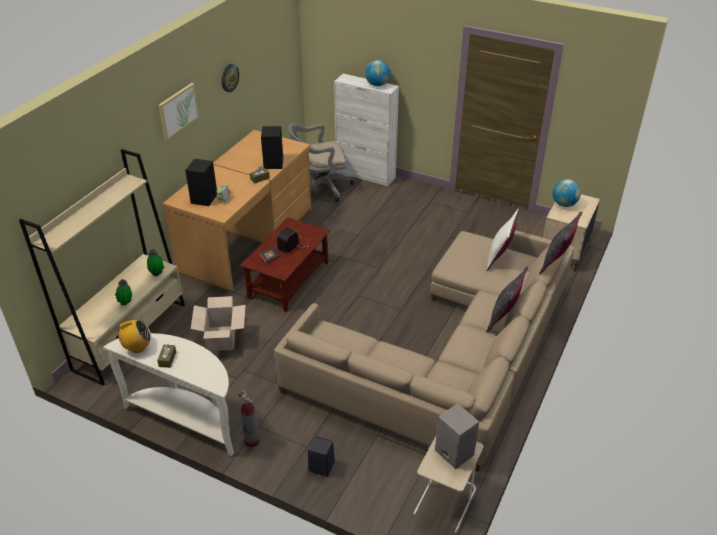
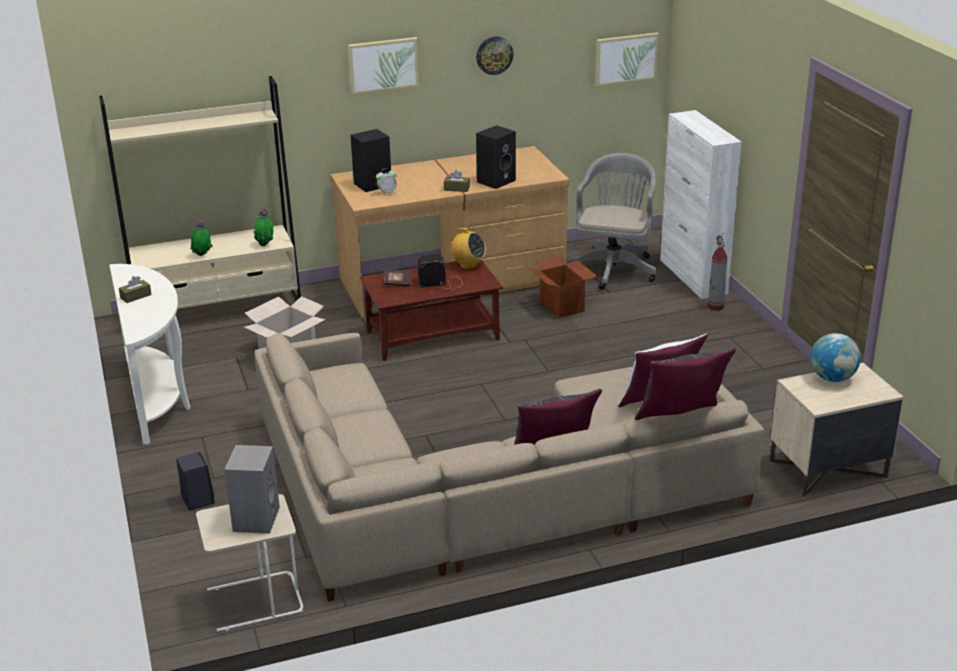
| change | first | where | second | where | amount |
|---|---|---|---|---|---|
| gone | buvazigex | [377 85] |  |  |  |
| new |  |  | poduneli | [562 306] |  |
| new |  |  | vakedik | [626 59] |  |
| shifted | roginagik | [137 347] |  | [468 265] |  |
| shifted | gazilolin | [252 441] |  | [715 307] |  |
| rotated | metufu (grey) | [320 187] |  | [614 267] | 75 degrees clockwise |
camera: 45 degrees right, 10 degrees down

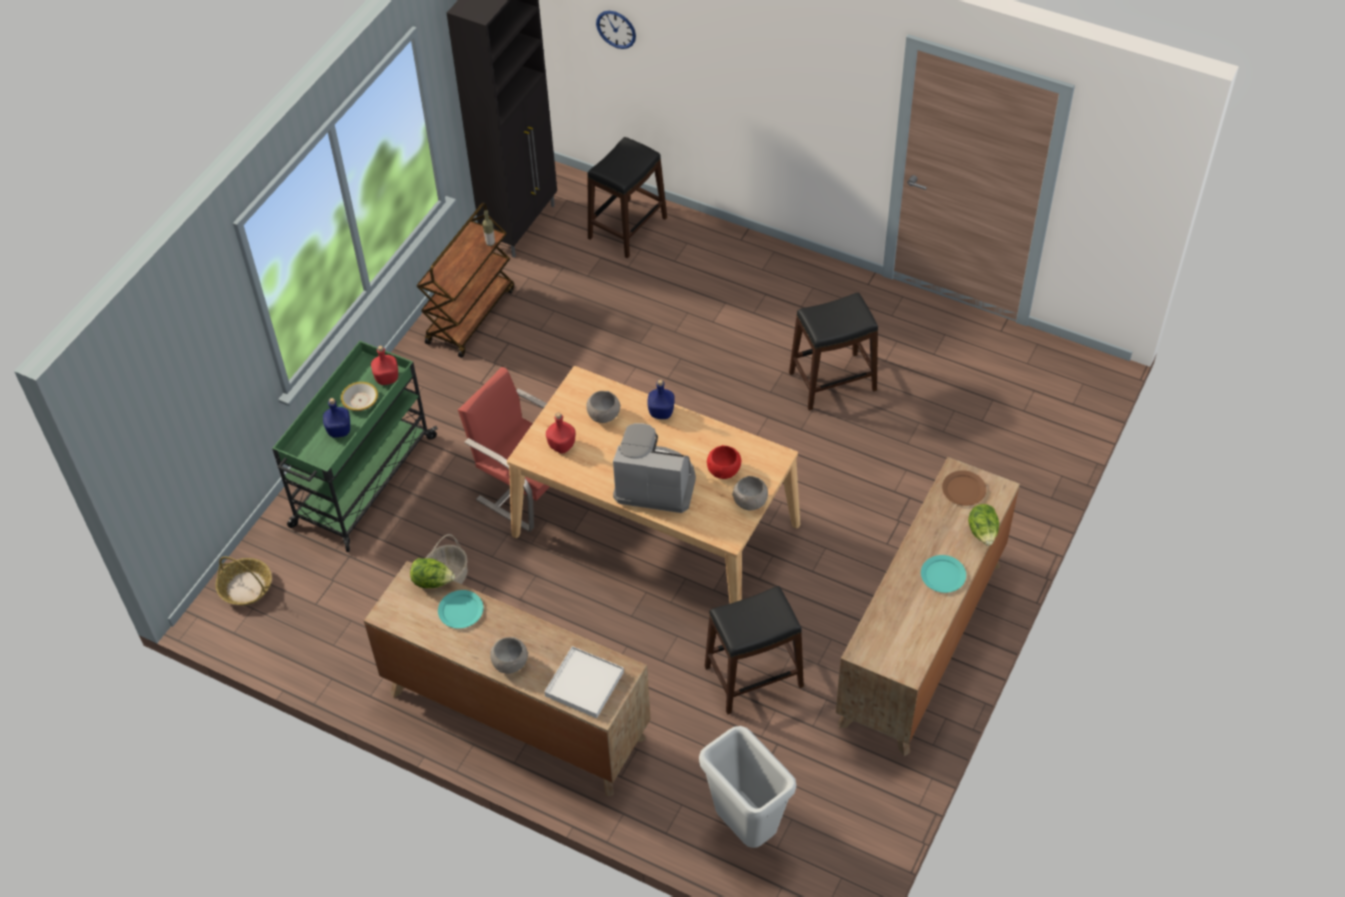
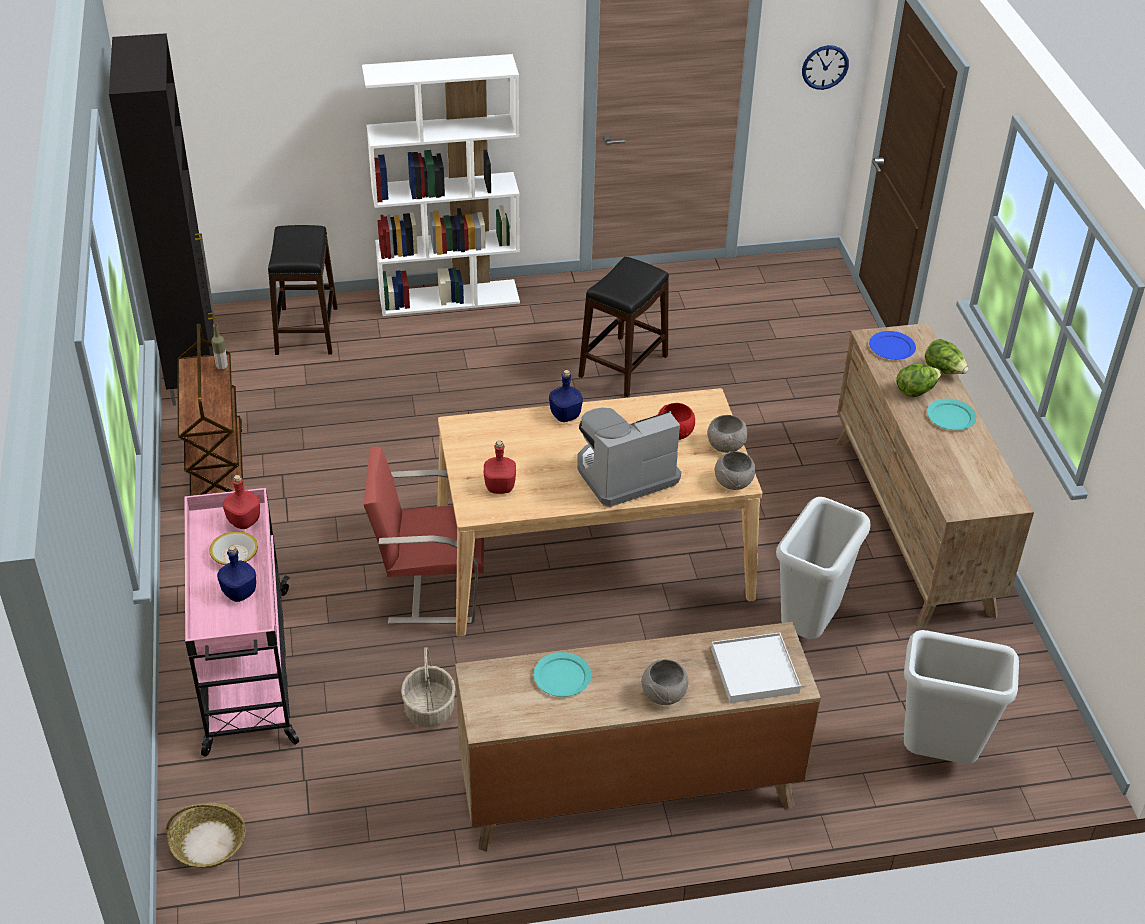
| change | first | where | second | where | amount |
|---|---|---|---|---|---|
| new |  |  | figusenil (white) | [450 297] |  |
| shifted | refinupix | [432 582] |  | [916 391] |  |
| shifted | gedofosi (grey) | [603 415] |  | [733 483] |  |
| shifted | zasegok | [616 29] |  | [825 67] |  |
| swapped | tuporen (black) | [754 677] | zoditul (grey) | [809 629] |  |
| repainted | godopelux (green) | [362 482] | godopelux (pink) | [247 672] |  |
| repainted | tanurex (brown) | [964 489] | tanurex (blue) | [892 347] |  |
camera: 40 degrees left, 10 degrees down

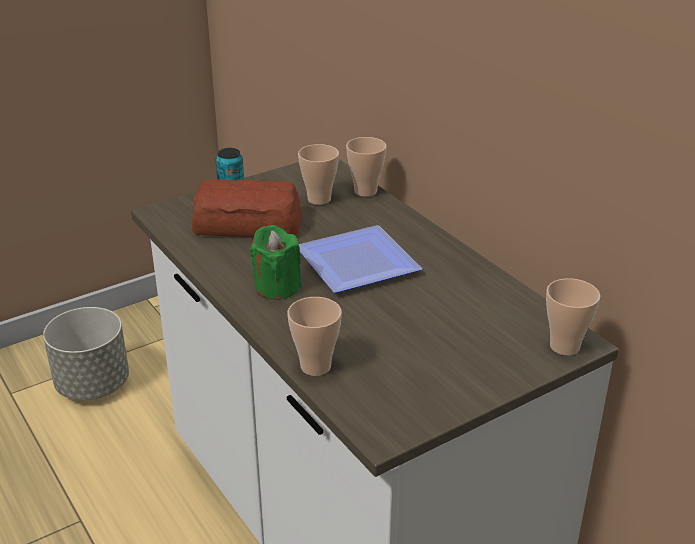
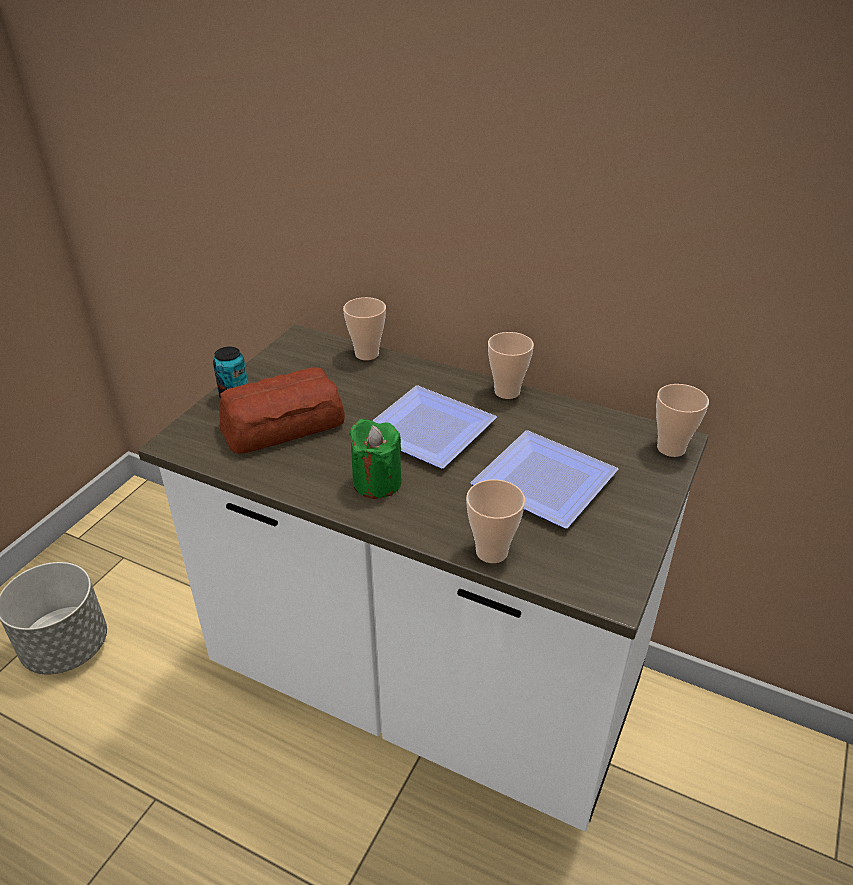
| change | first | where | second | where | amount |
|---|---|---|---|---|---|
| new |  |  | tanurex | [545 486] |  |
| shifted | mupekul | [319 199] |  | [507 392] |  |
camera: 30 degrees left, 5 degrees up

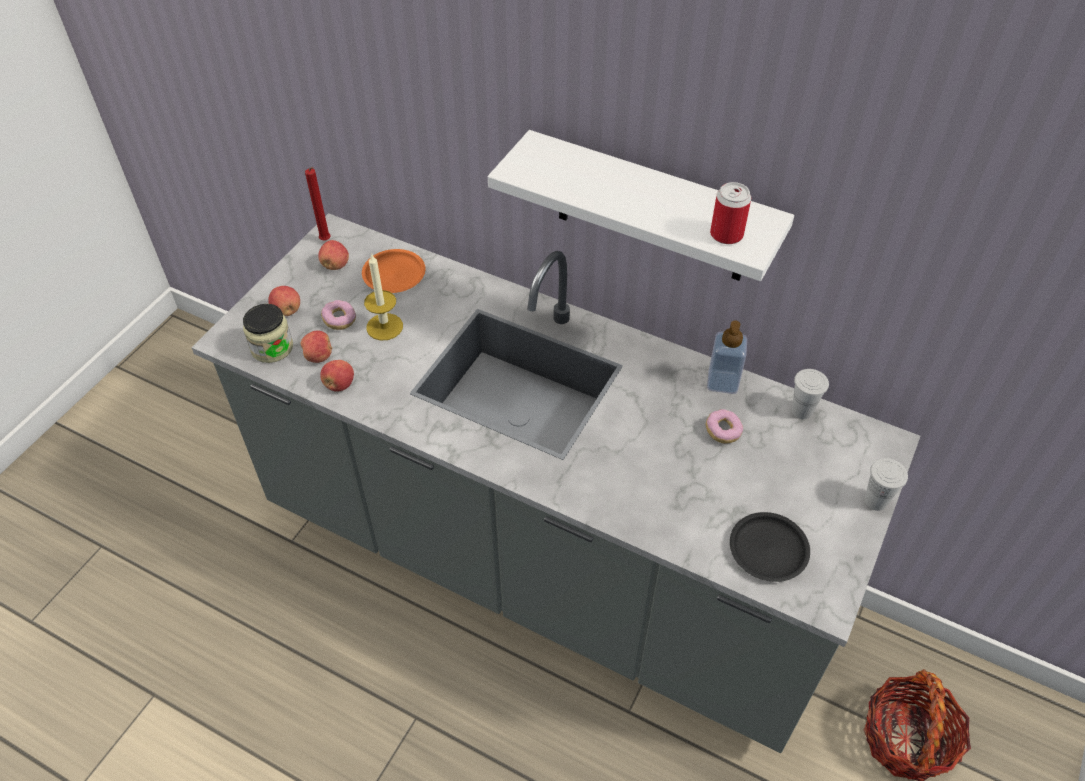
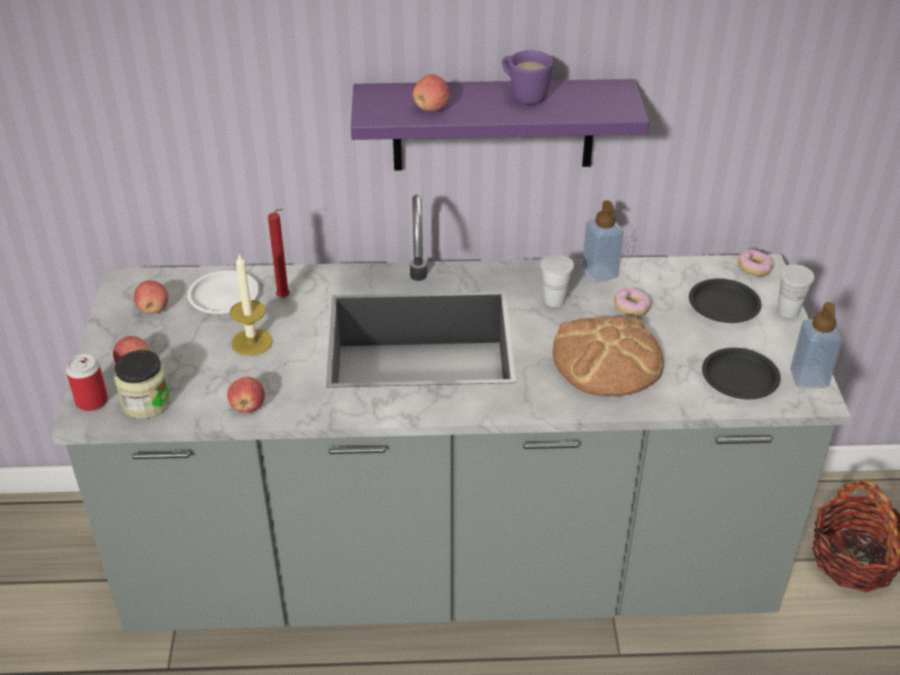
| change | first | where | second | where | amount |
|---|---|---|---|---|---|
| new |  |  | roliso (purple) | [523 95] |  |
| new |  |  | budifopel | [606 359] |  |
| new |  |  | tanurex (black) | [723 305] |  |
| new |  |  | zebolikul | [809 378] |  |
| shifted | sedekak | [319 356] |  | [431 108] |  |
| shifted | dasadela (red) | [326 241] |  | [285 298] |  |
| shifted | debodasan | [339 320] |  | [754 269] |  |
| shifted | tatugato | [726 234] |  | [92 401] |  |
| shifted | mupekul (white) | [802 411] |  | [554 300] |  |
| repainted | tanurex (orange) | [394 274] | tanurex (white) | [223 296] |  |
| repainted | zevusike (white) | [651 209] | zevusike (purple) | [493 125] |  |
camera: 30 degrees left, 10 degrees down

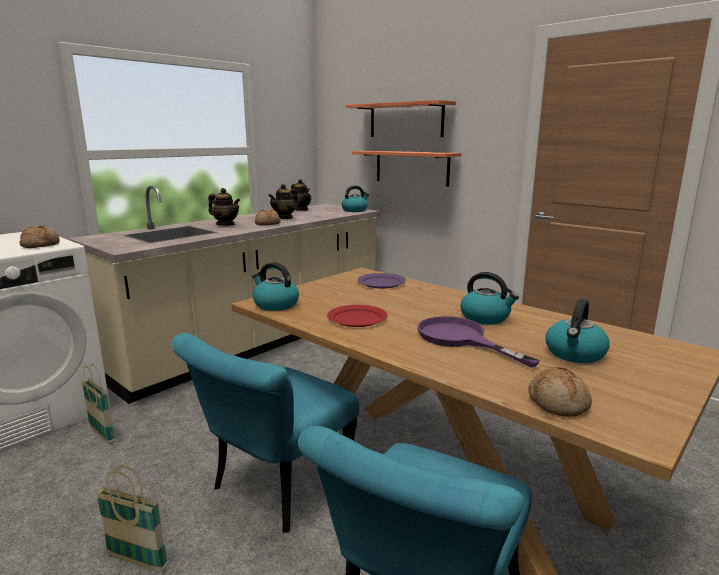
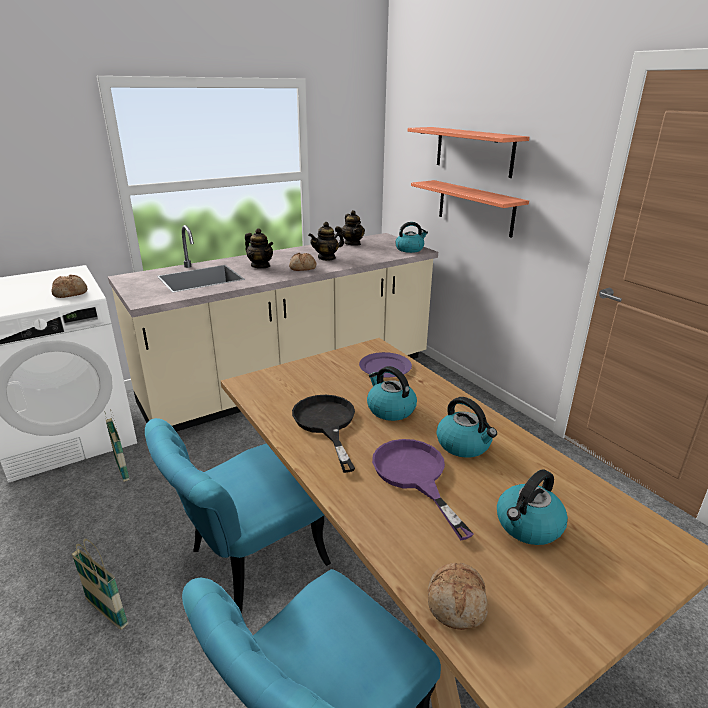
| change | first | where | second | where | amount |
|---|---|---|---|---|---|
| shifted | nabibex | [275 304] |  | [390 409] |  |
| swapped | tanurex (red) | [356 318] | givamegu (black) | [326 424] |  |
camera: 15 degrees right, 10 degrees up

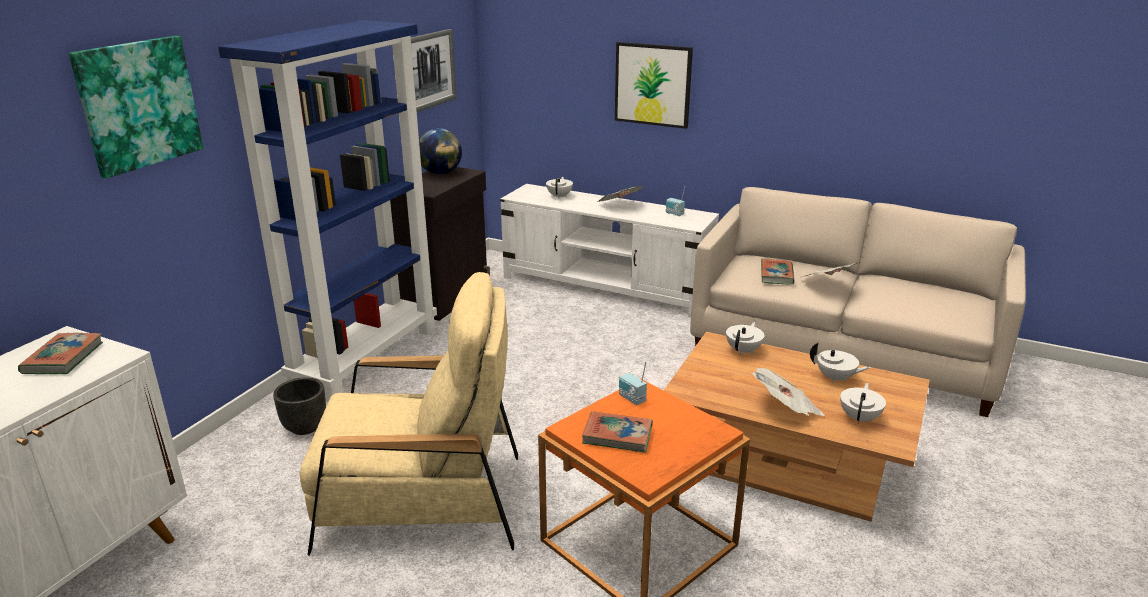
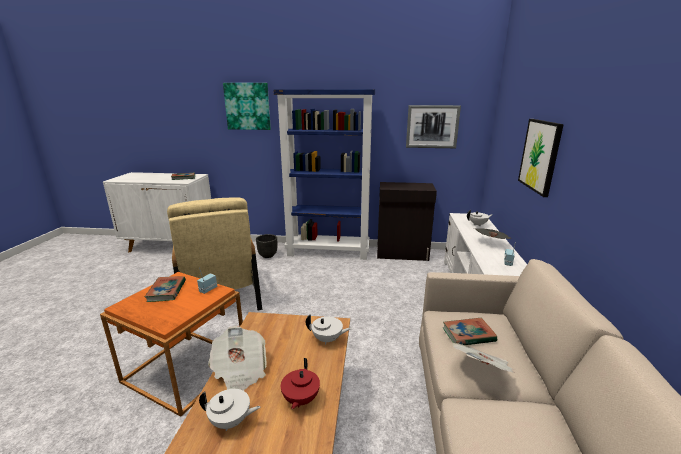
| change | first | where | second | where | amount |
|---|---|---|---|---|---|
| gone | buvazigex | [440 173] |  |  |  |
| repainted | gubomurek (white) | [835 378] | gubomurek (red) | [300 399] |  |
camera: 70 degrees right, 5 degrees down

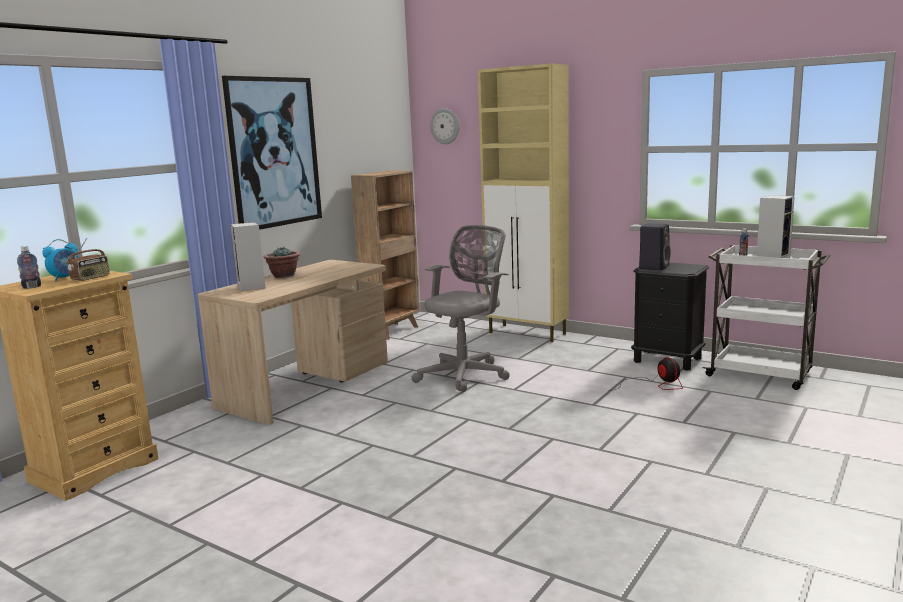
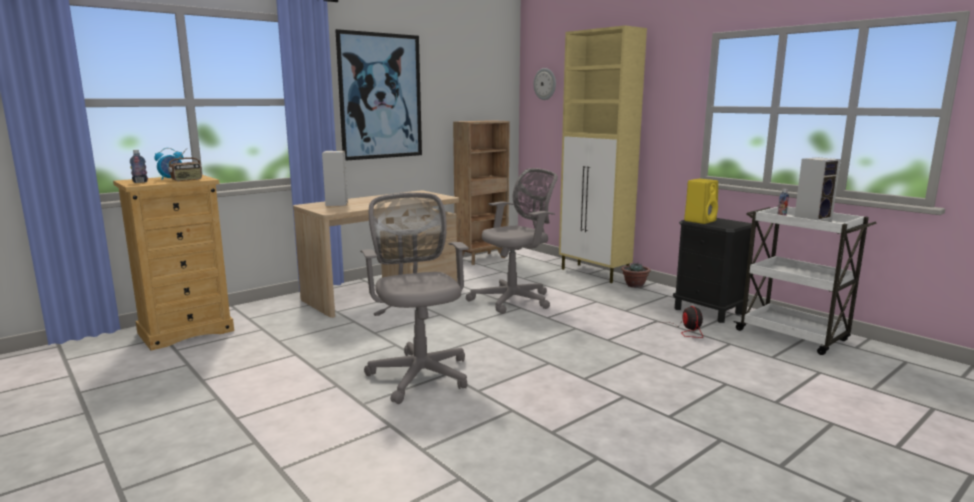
| change | first | where | second | where | amount |
|---|---|---|---|---|---|
| new |  |  | metufu (grey) | [419 373] |  |
| shifted | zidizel | [283 276] |  | [634 285] |  |
| repainted | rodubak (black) | [654 267] | rodubak (yellow) | [700 221] |  |
camera: 15 degrees right, 0 degrees up

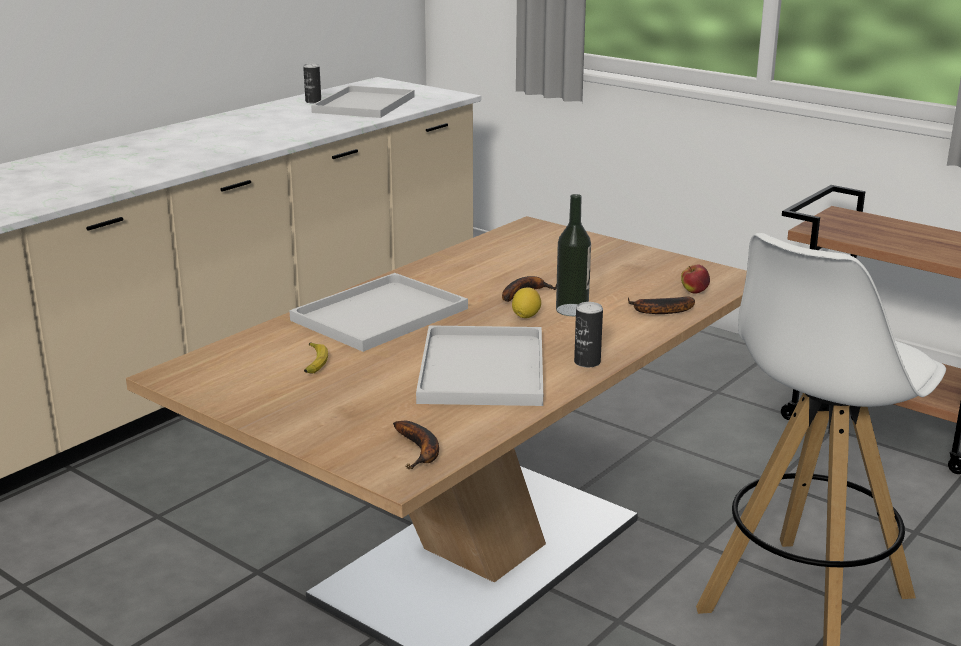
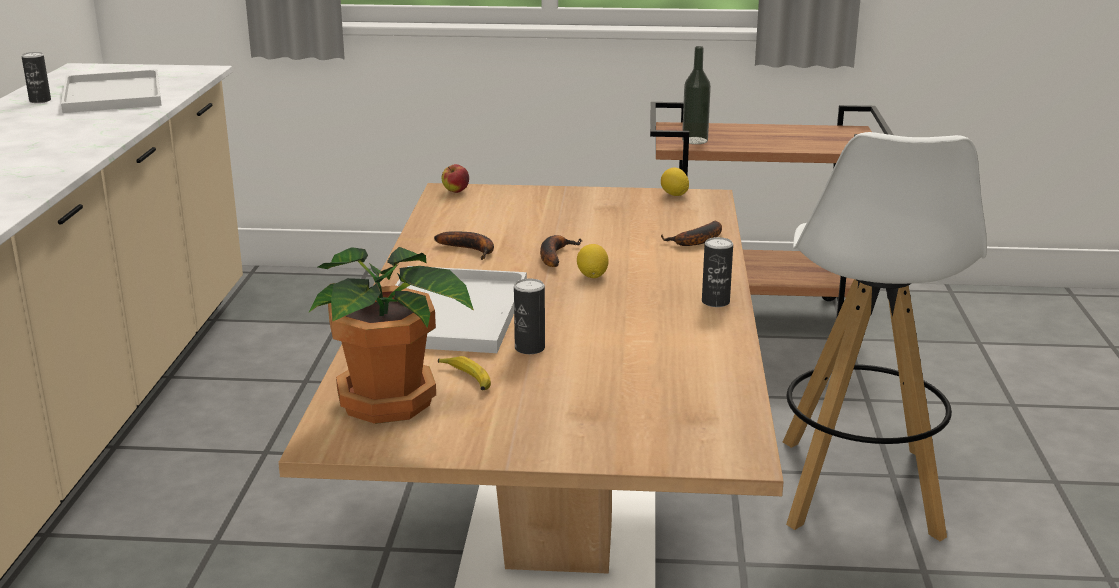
| change | first | where | second | where | amount |
|---|---|---|---|---|---|
| gone | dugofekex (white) | [480 367] |  |  |  |
| new |  |  | zidizel | [389 403] |  |
| new |  |  | tatugato | [529 348] |  |
| new |  |  | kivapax | [674 195] |  |
| shifted | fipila | [420 451] |  | [471 250] |  |
| shifted | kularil | [572 310] |  | [695 140] |  |
| shifted | sedekak | [694 292] |  | [455 191] |  |
camera: 35 degrees left, 0 degrees up

